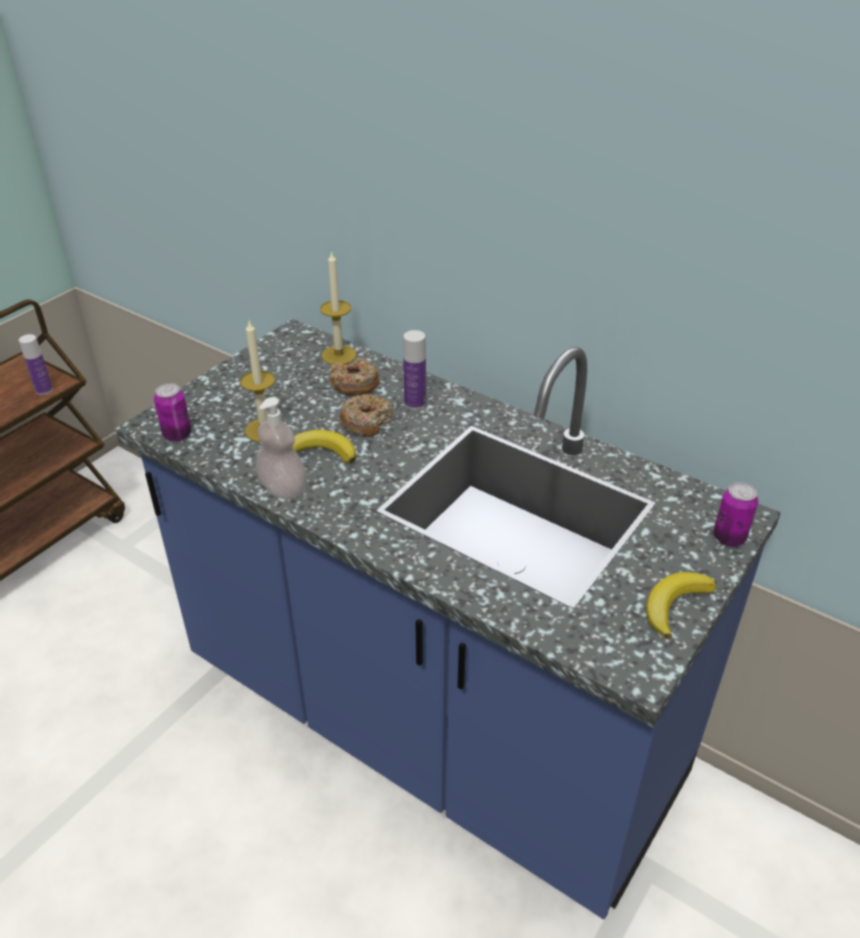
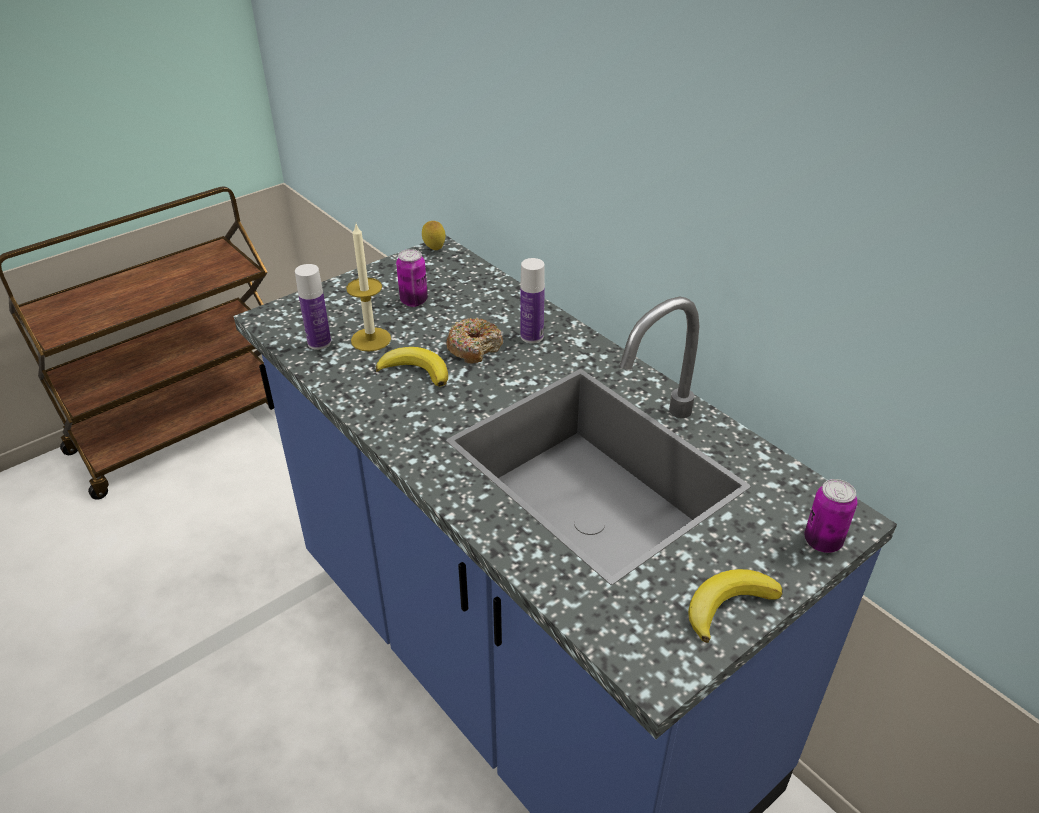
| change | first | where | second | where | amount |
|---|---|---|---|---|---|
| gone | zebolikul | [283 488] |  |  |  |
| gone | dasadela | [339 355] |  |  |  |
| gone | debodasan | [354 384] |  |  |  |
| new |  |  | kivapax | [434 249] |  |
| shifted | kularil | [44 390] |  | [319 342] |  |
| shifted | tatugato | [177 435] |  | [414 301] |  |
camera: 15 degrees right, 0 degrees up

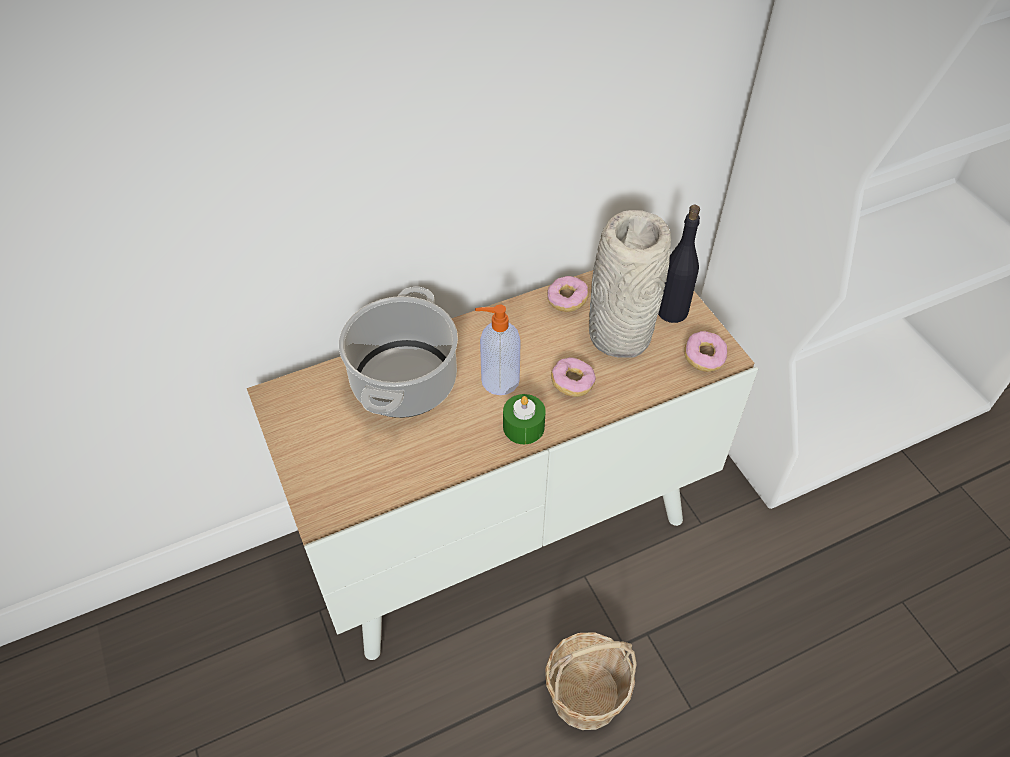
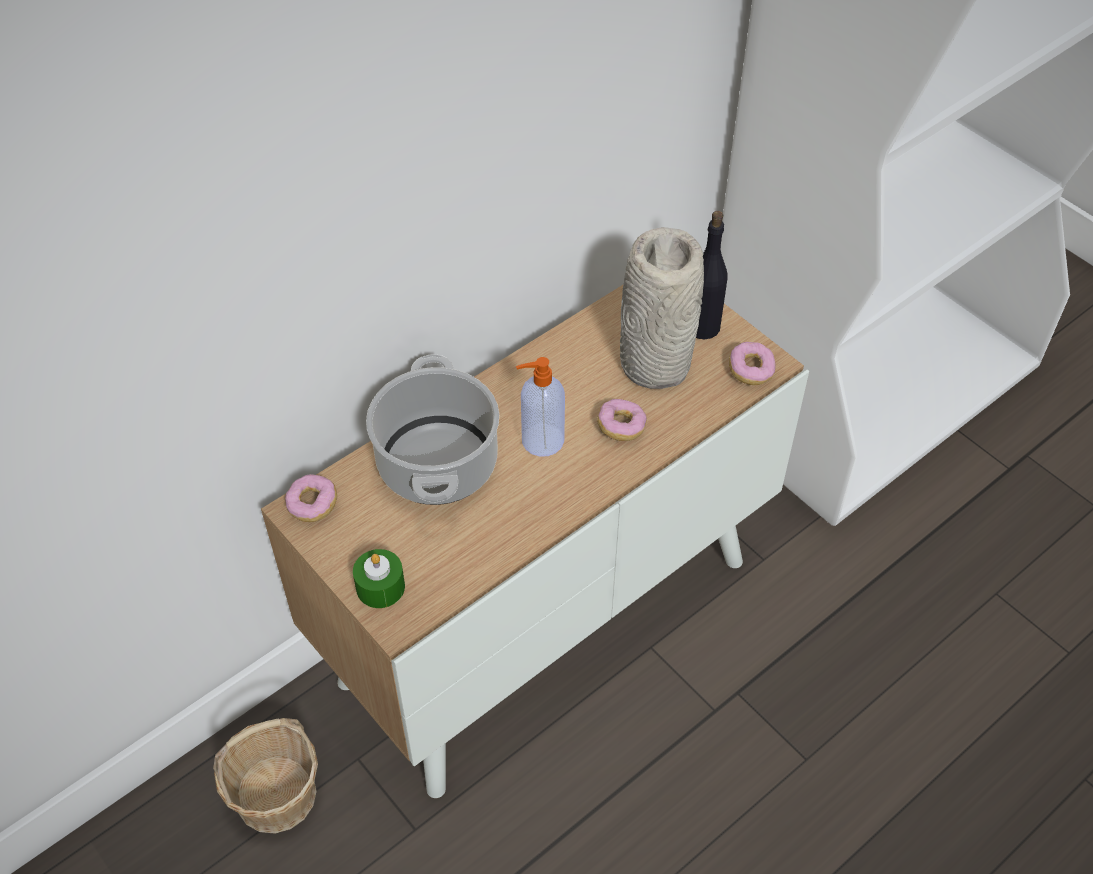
| change | first | where | second | where | amount |
|---|---|---|---|---|---|
| shifted | dasadela (green) | [523 427] |  | [380 587] |  |
| shifted | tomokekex | [585 694] |  | [275 794] |  |
| shifted | debodasan | [567 300] |  | [313 505] |  |
camera: 15 degrees left, 0 degrees up

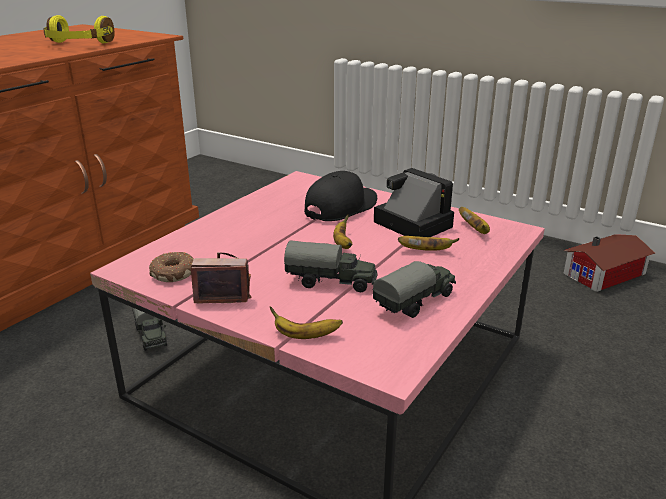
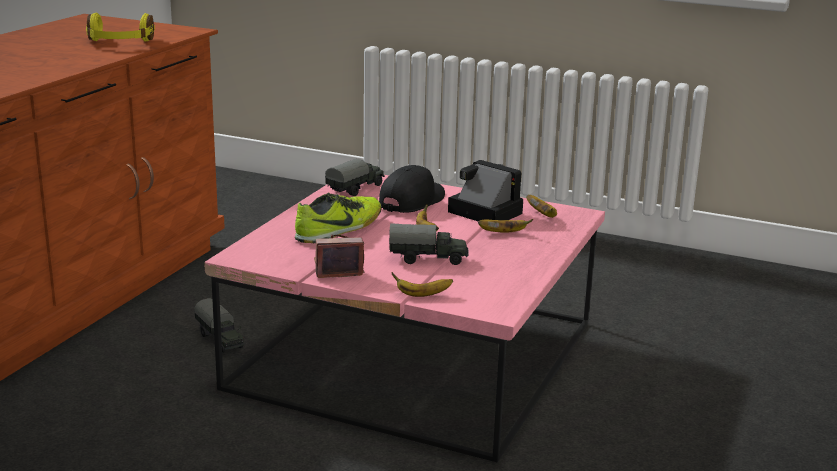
| change | first | where | second | where | amount |
|---|---|---|---|---|---|
| gone | debodasan | [172 273] |  |  |  |
| gone | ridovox | [607 274] |  |  |  |
| new |  |  | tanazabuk | [340 229] |  |
| shifted | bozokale | [416 302] |  | [356 189] |  |
camera: 10 degrees left, 5 degrees down

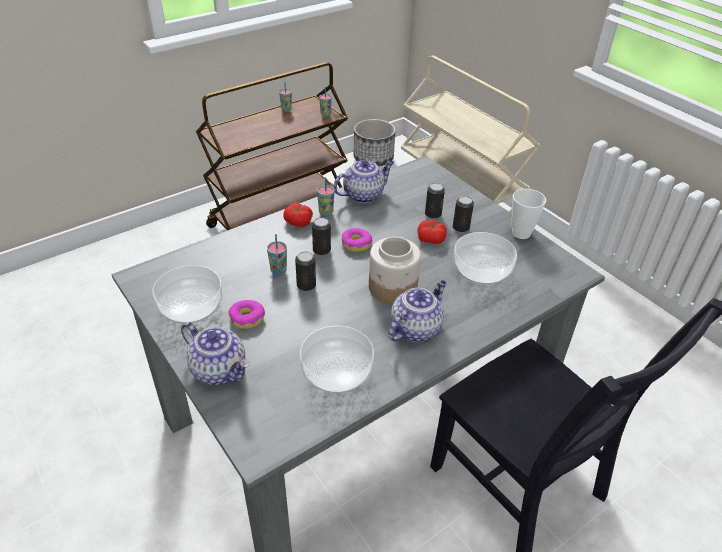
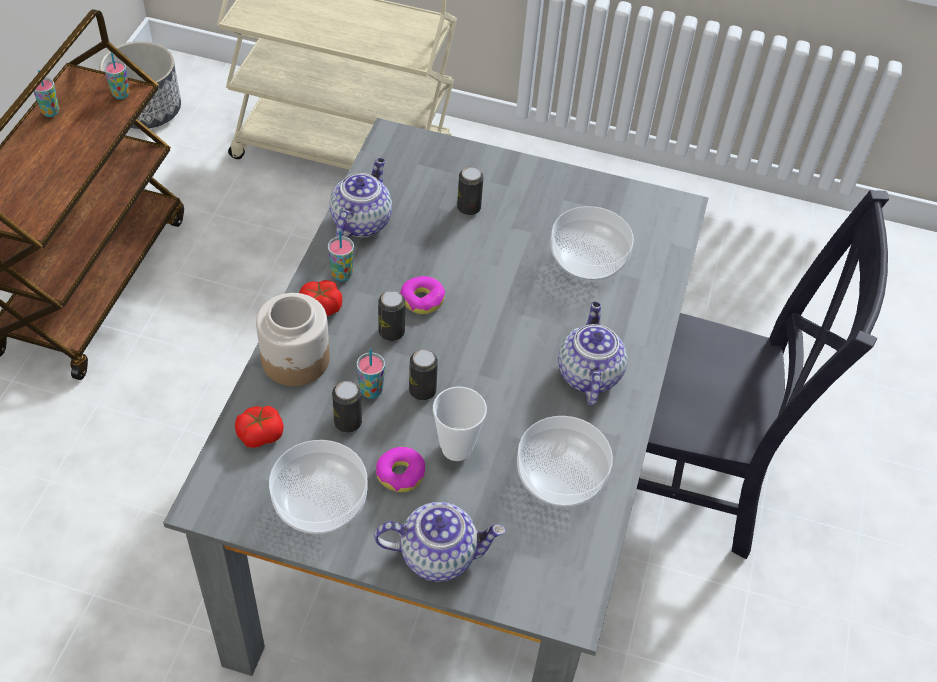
| change | first | where | second | where | amount |
|---|---|---|---|---|---|
| shifted | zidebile | [392 288] |  | [296 360] |  |
| shifted | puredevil | [431 238] |  | [260 433] |  |
| shifted | tatugato | [460 228] |  | [348 422] |  |
| shifted | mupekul | [521 233] |  | [456 448] |  |
camera: 40 degrees left, 10 degrees up

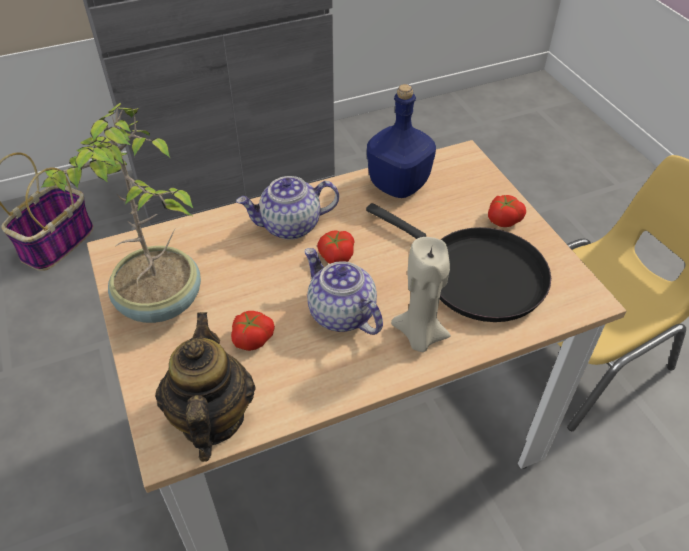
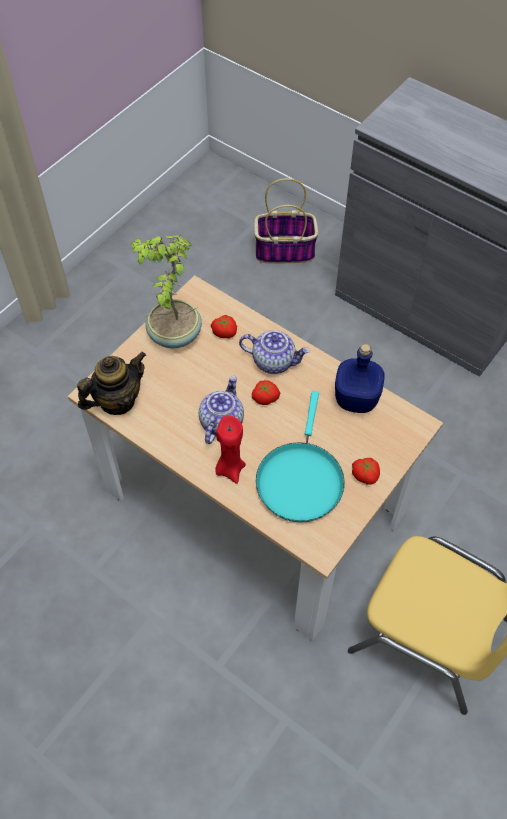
| change | first | where | second | where | amount |
|---|---|---|---|---|---|
| shifted | puredevil | [252 338] |  | [224 331] |  |
| repainted | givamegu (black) | [476 275] | givamegu (turquoise) | [300 479] |  |
| repainted | dasadela (beige) | [419 336] | dasadela (red) | [230 468] |  |
| rotated | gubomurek | [290 226] |  | [274 361] | 150 degrees clockwise |
camera: 60 degrees right, 10 degrees up

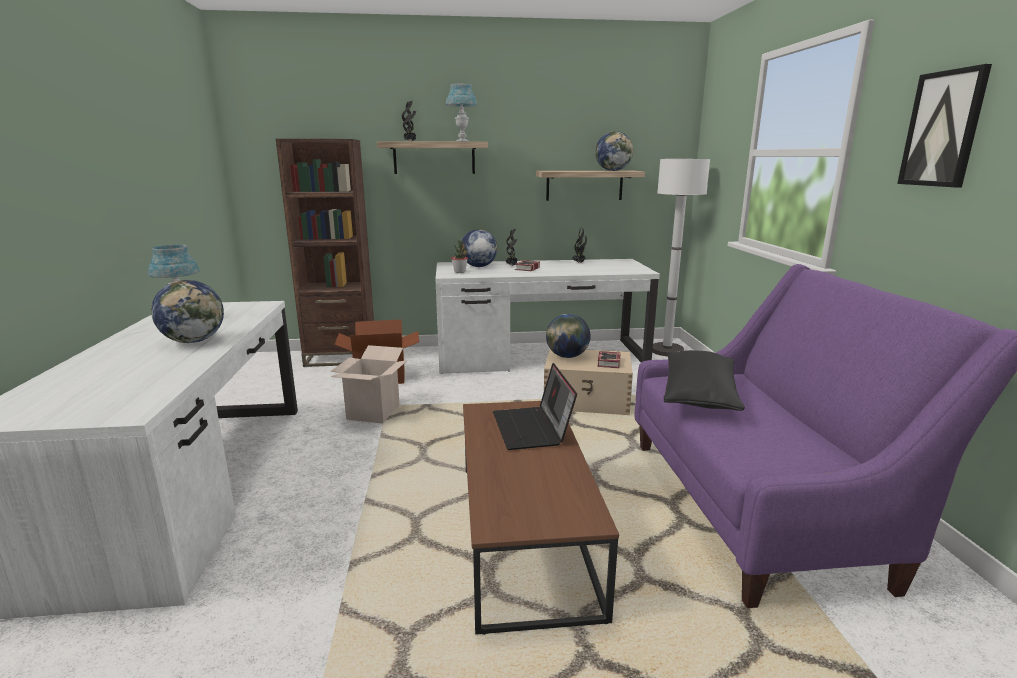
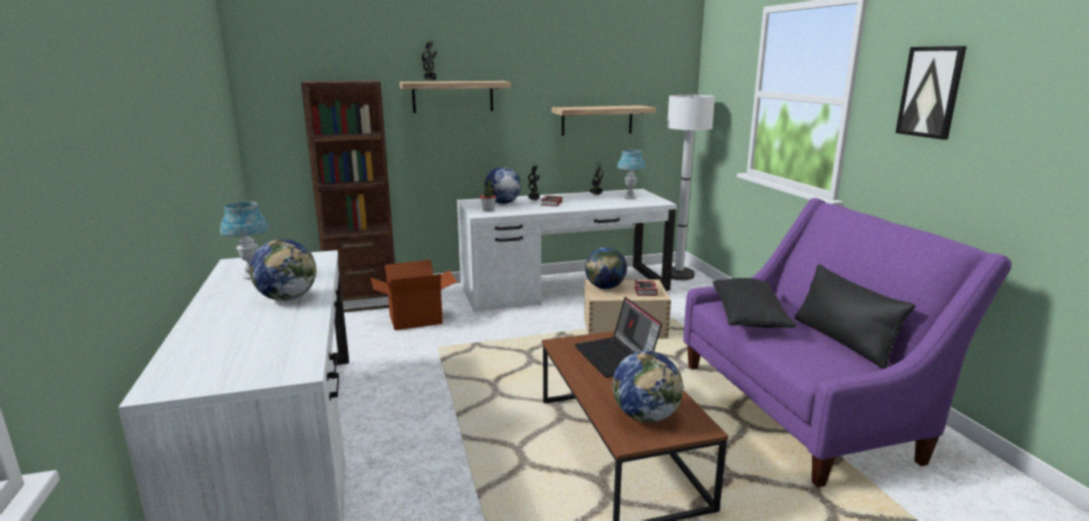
| change | first | where | second | where | amount |
|---|---|---|---|---|---|
| gone | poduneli | [373 412] |  |  |  |
| new |  |  | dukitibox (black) | [842 341] |  |
| shifted | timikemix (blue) | [462 141] |  | [630 198] |  |
| shifted | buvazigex | [613 170] |  | [646 416] |  |
camera: 10 degrees left, 0 degrees up

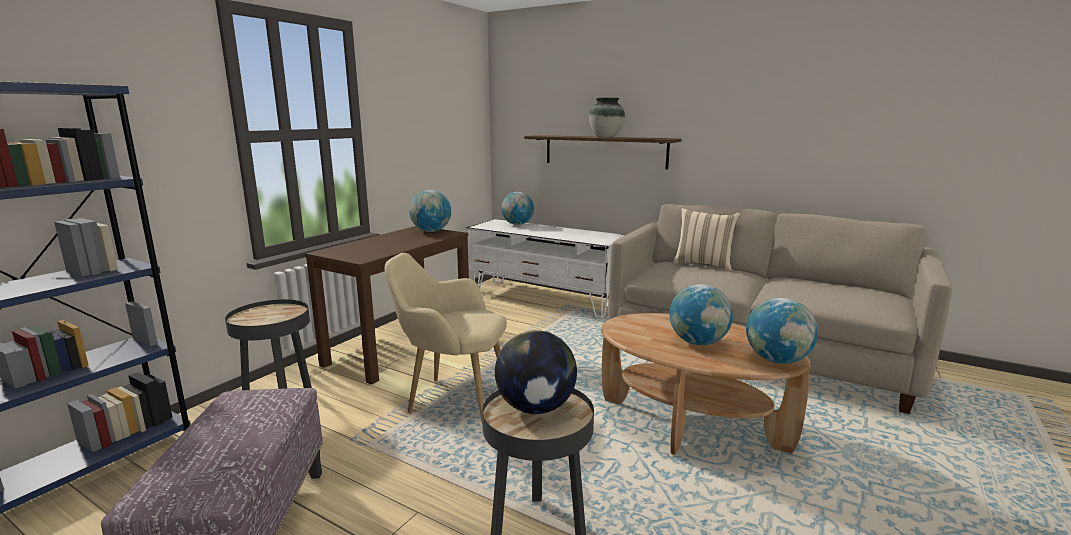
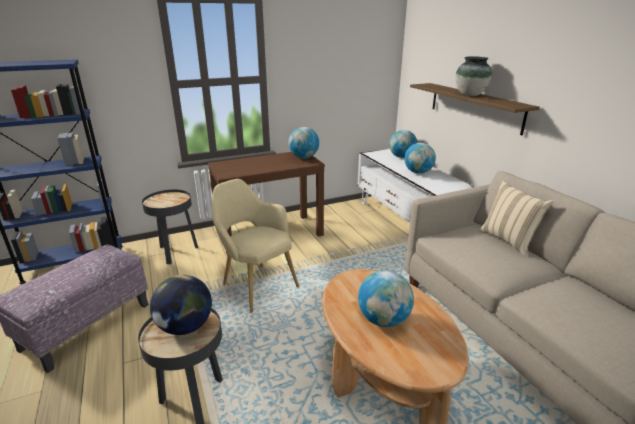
| change | first | where | second | where | amount |
|---|---|---|---|---|---|
| shifted | buvazigex | [777 360] |  | [418 172] |  |
camera: 35 degrees right, 10 degrees up

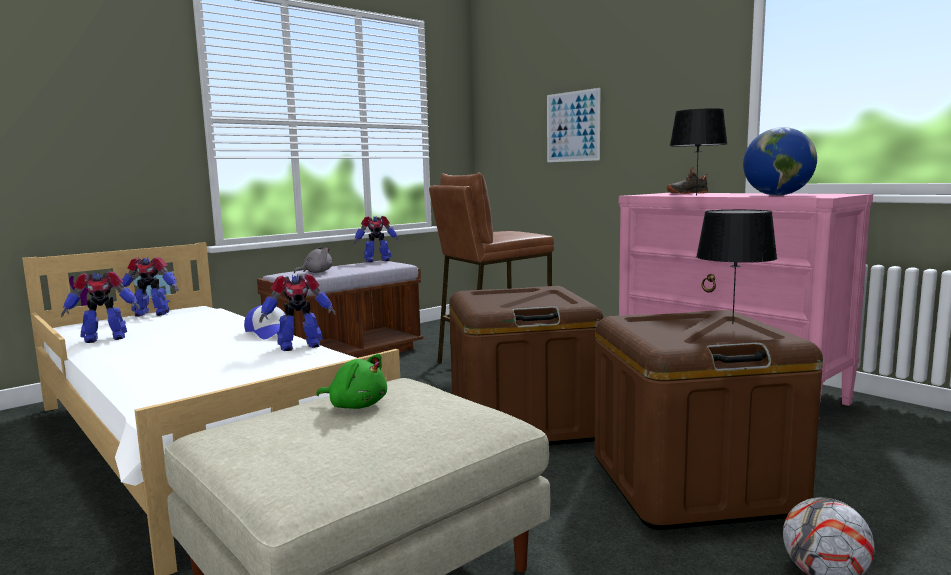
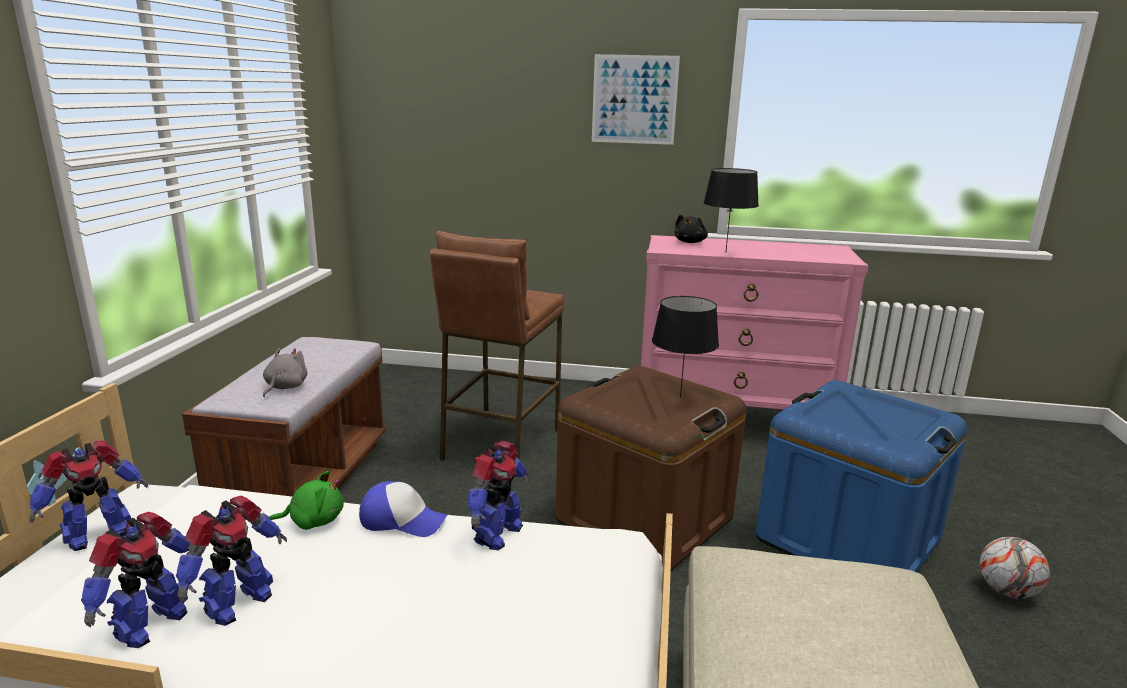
| change | first | where | second | where | amount |
|---|---|---|---|---|---|
| gone | buvazigex | [777 195] |  |  |  |
| shifted | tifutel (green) | [356 405] |  | [313 521] |  |
| shifted | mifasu | [377 260] |  | [237 604] |  |
| shifted | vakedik | [572 126] |  | [634 99] |  |
| shifted | timikemix (black) | [731 324] |  | [679 397] |  |
| swapped | tanazabuk (black) | [686 193] | tifutel (black) | [690 242] |  |
| repainted | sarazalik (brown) | [693 484] | sarazalik (blue) | [847 540] |  |
camera: 40 degrees left, 10 degrees up

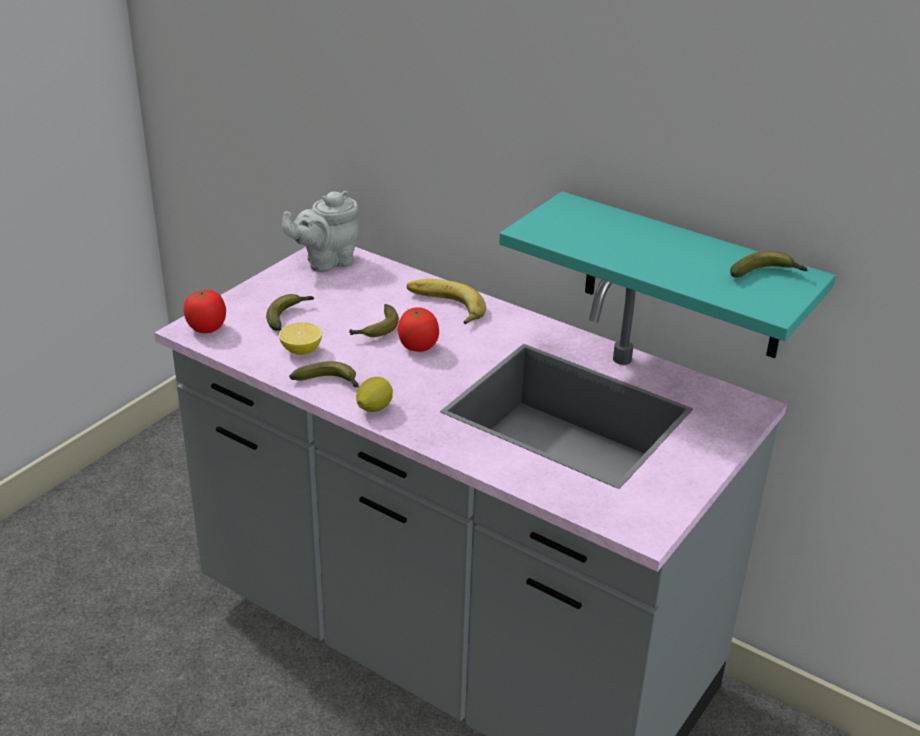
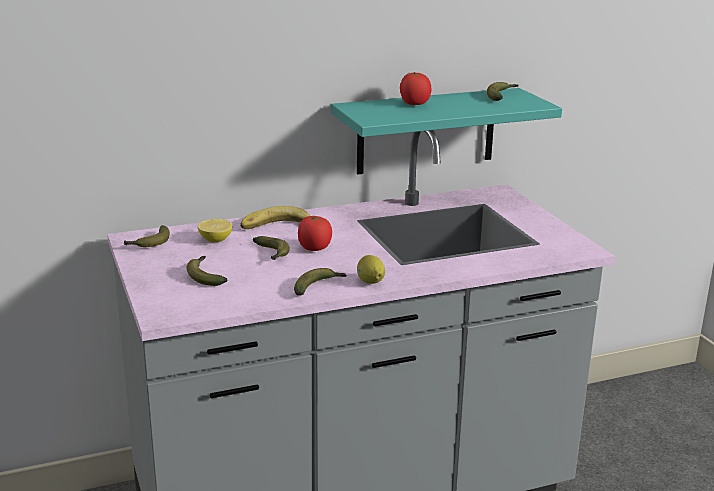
| change | first | where | second | where | amount |
|---|---|---|---|---|---|
| shifted | puredevil | [207 328] |  | [414 104] |  |
| shifted | kivapax | [301 350] |  | [215 240] |  |
| swapped | gubomurek (grey) | [326 262] | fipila | [149 243] |  |
camera: 55 degrees left, 10 degrees down

